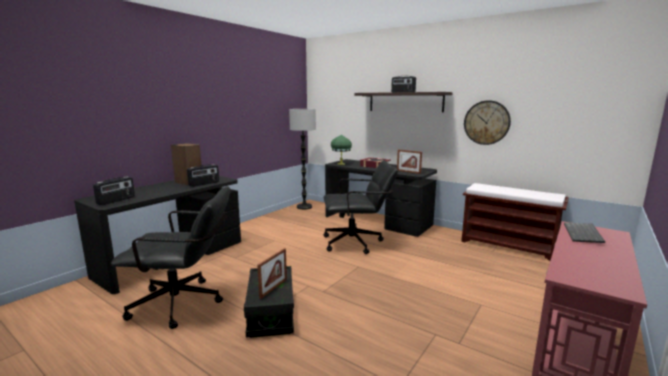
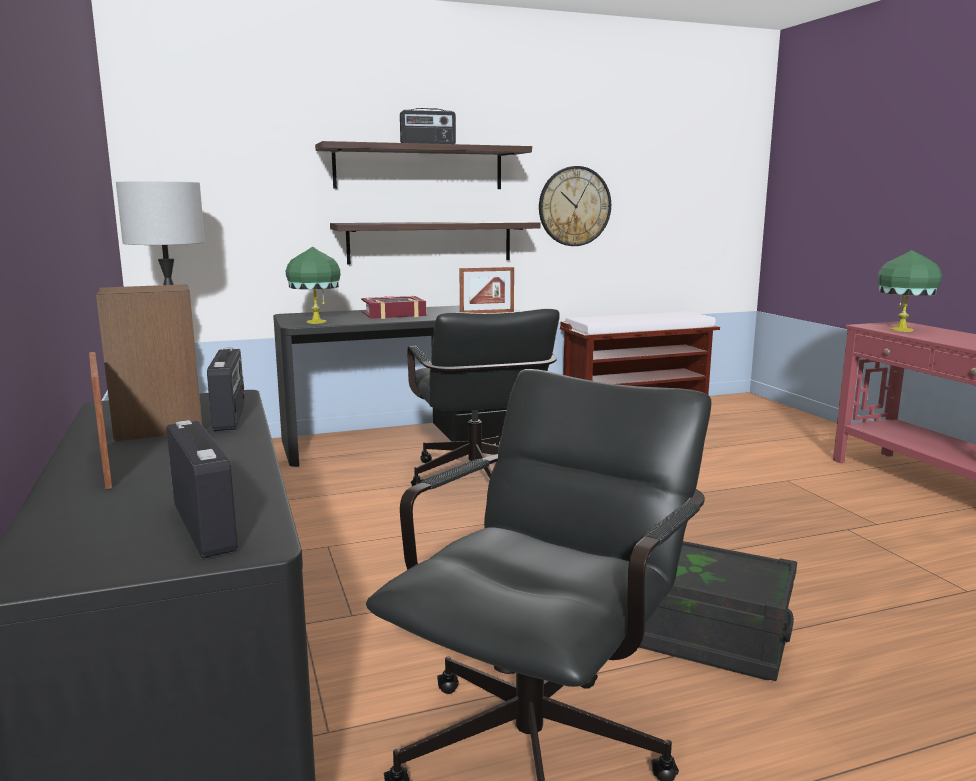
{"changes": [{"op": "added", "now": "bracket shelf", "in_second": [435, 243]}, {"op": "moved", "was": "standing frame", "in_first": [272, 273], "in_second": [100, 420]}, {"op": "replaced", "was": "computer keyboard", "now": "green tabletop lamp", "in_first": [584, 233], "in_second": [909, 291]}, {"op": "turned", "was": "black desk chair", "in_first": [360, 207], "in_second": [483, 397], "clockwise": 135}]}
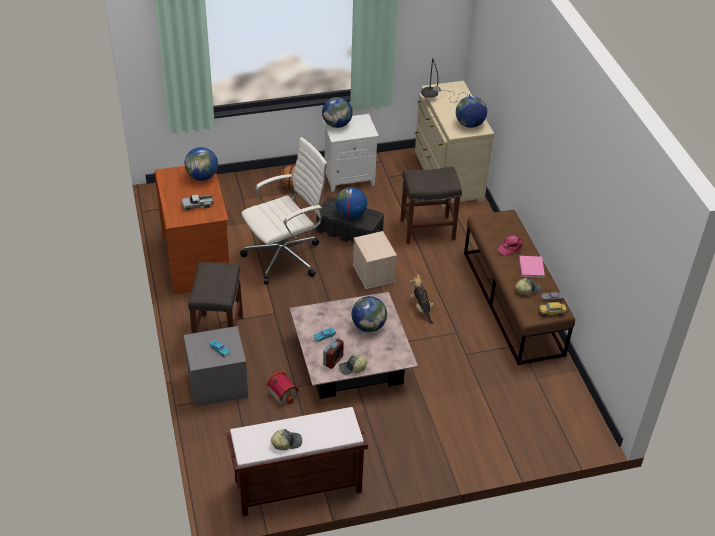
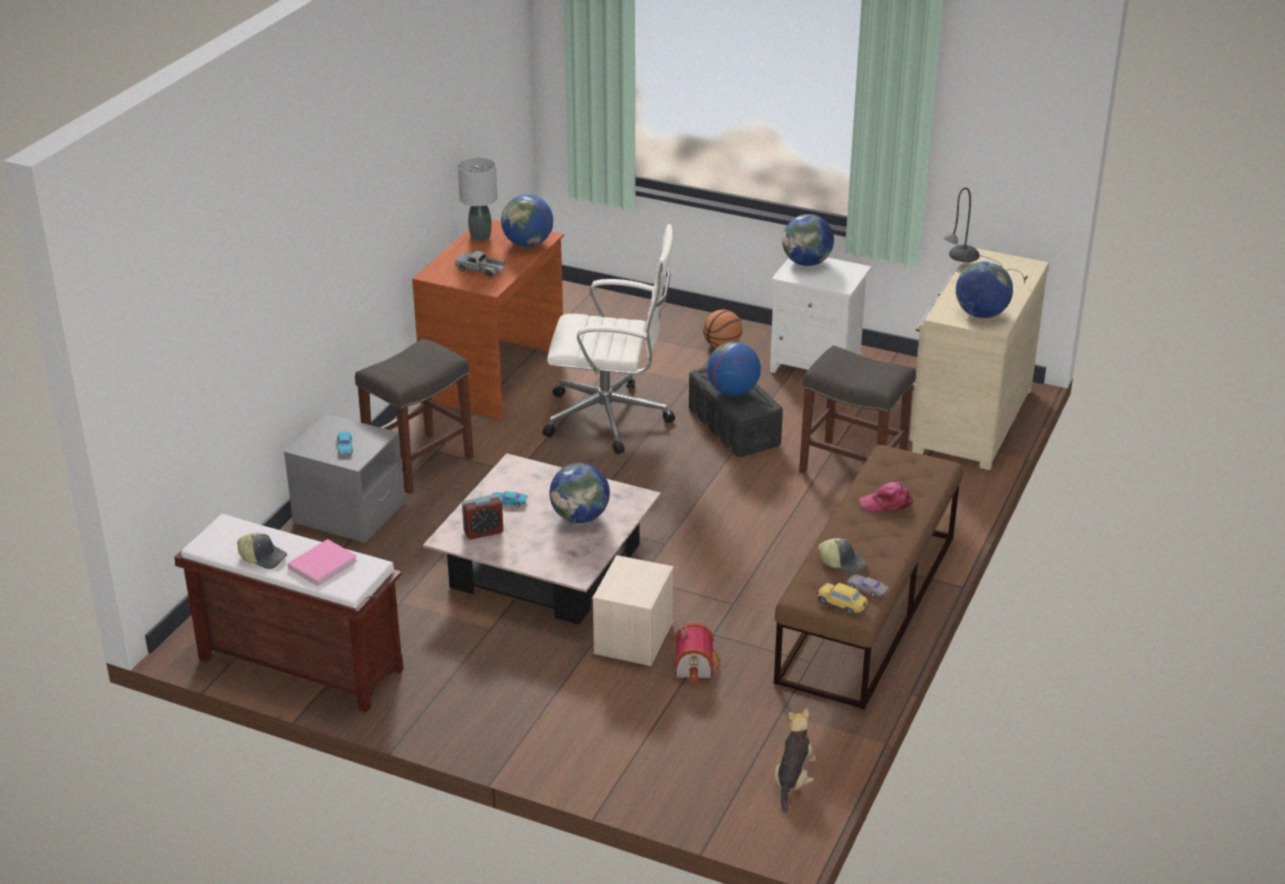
{"changes": [{"op": "removed", "was": "peaked cap", "in_first": [353, 365]}, {"op": "added", "now": "greyish tabletop lamp", "in_second": [477, 199]}, {"op": "moved", "was": "toy house", "in_first": [283, 388], "in_second": [697, 653]}, {"op": "moved", "was": "beige-coloured storage box", "in_first": [375, 260], "in_second": [633, 610]}, {"op": "moved", "was": "cuddly toy", "in_first": [422, 299], "in_second": [795, 761]}, {"op": "moved", "was": "pink-coloured book", "in_first": [532, 267], "in_second": [322, 562]}]}
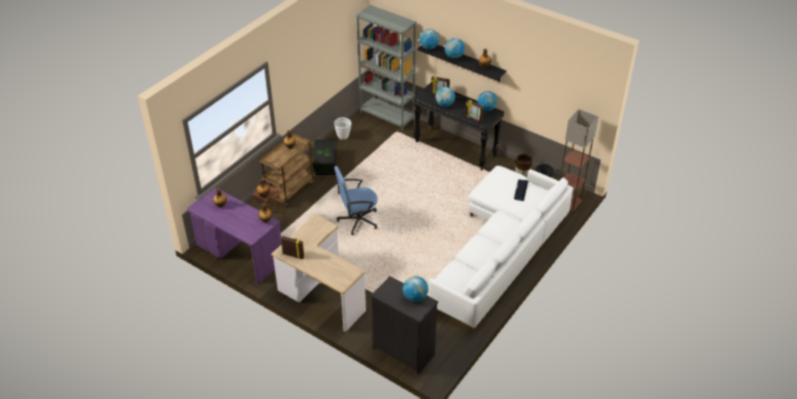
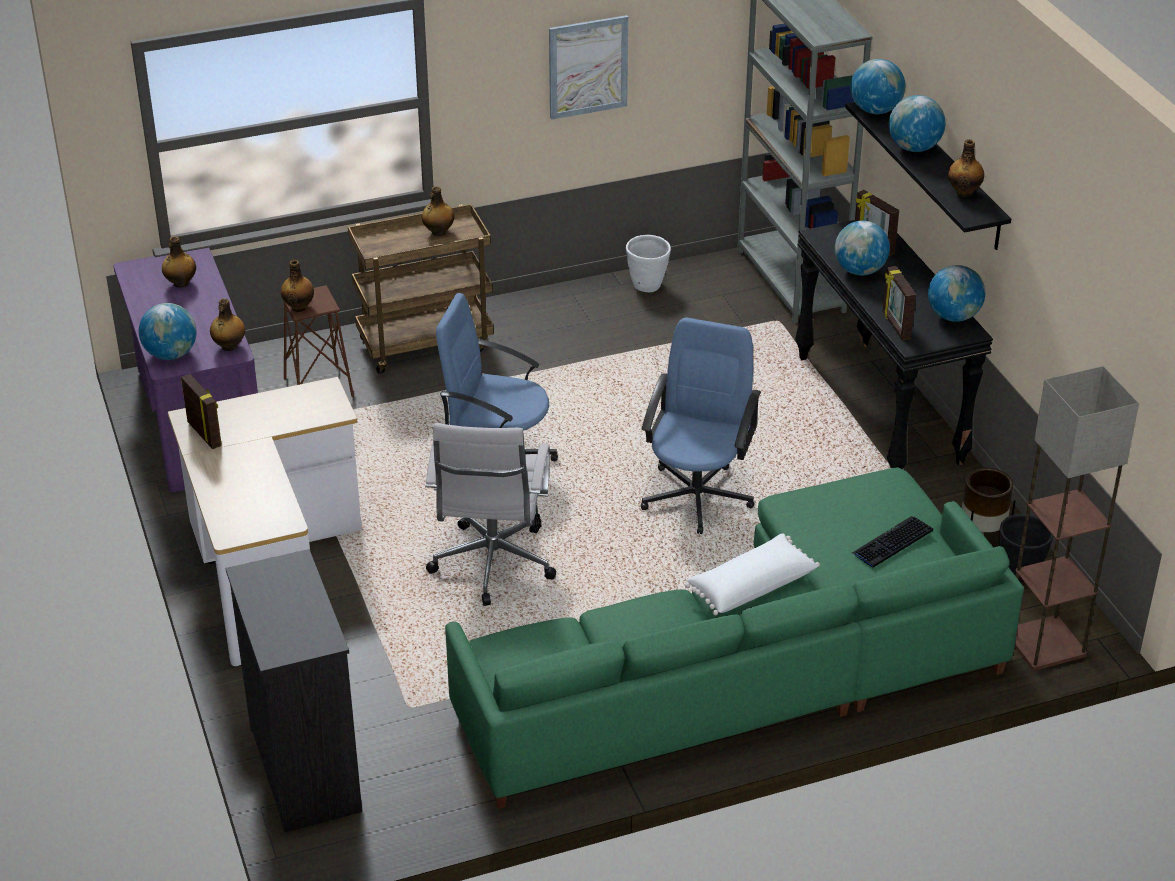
{"changes": [{"op": "removed", "was": "black storage box", "in_first": [325, 157]}, {"op": "added", "now": "white-coloured desk chair", "in_second": [490, 514]}, {"op": "added", "now": "wall art", "in_second": [588, 67]}, {"op": "added", "now": "blue-coloured desk chair", "in_second": [701, 426]}, {"op": "added", "now": "white-coloured cushion", "in_second": [752, 574]}, {"op": "moved", "was": "globe", "in_first": [415, 289], "in_second": [168, 331]}, {"op": "recoloured", "was": "white-coloured settee", "now": "green settee", "in_first": [501, 249], "in_second": [734, 638]}]}
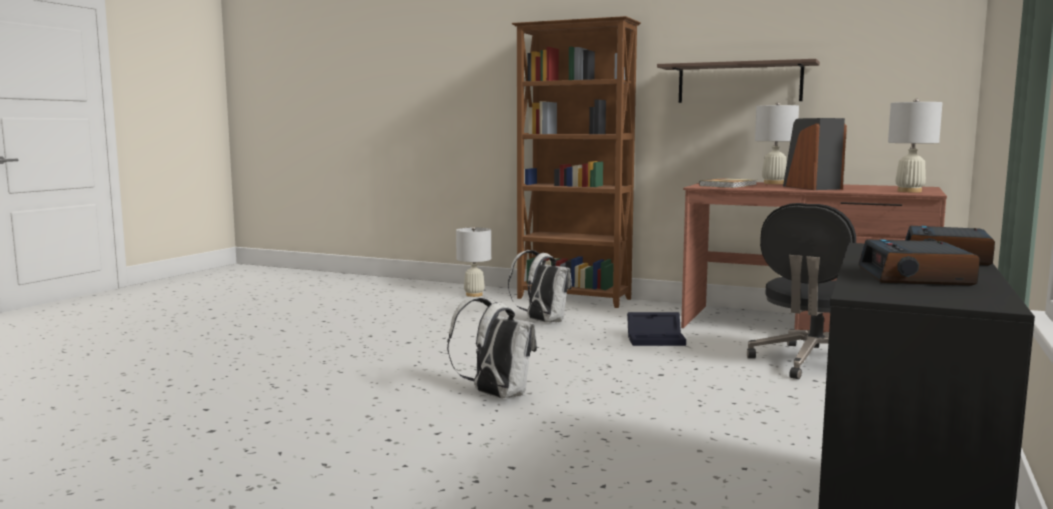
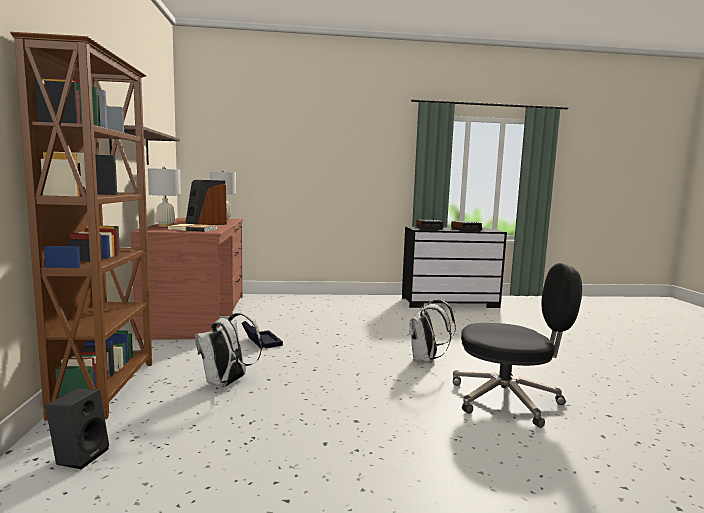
{"changes": [{"op": "moved", "was": "black desk chair", "in_first": [801, 291], "in_second": [517, 345]}, {"op": "replaced", "was": "white-coloured tabletop lamp", "now": "black audio speaker", "in_first": [473, 262], "in_second": [77, 429]}]}
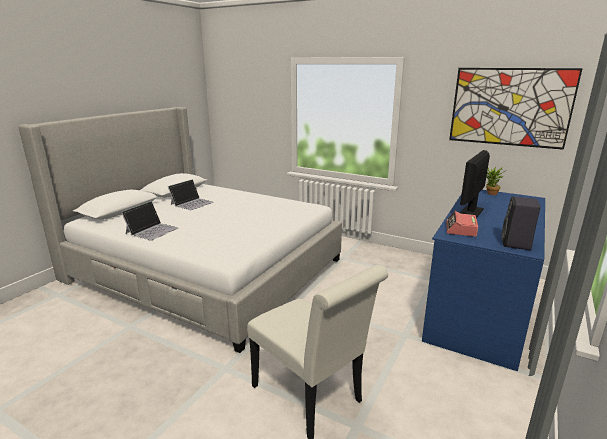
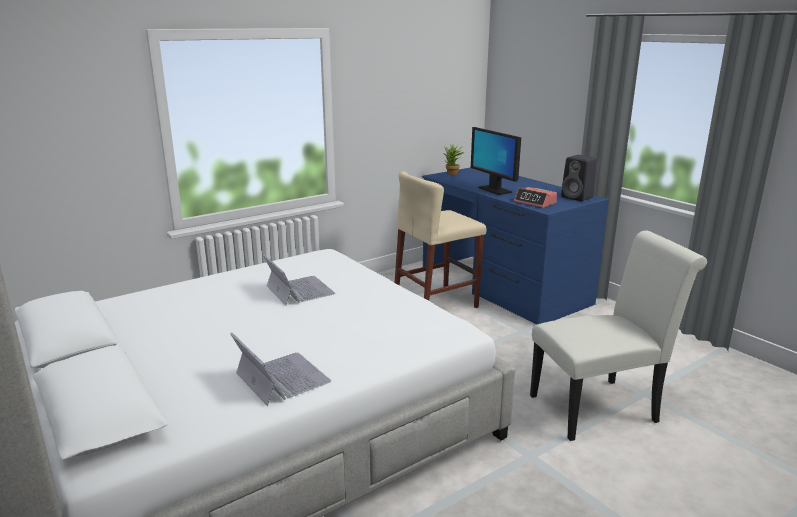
{"changes": [{"op": "removed", "was": "wall art", "in_first": [516, 109]}, {"op": "added", "now": "beige-coloured sitting stool", "in_second": [440, 239]}, {"op": "moved", "was": "notebook computer", "in_first": [191, 194], "in_second": [299, 279]}]}
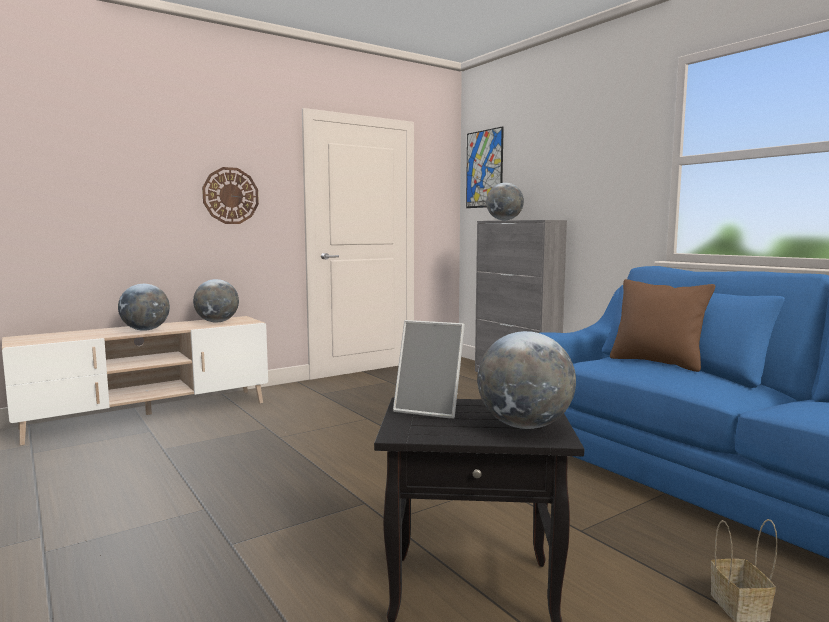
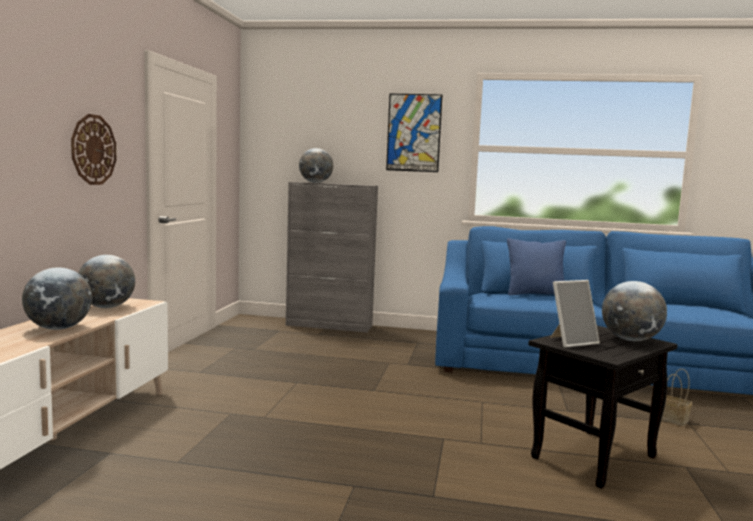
{"changes": [{"op": "moved", "was": "wall art", "in_first": [485, 167], "in_second": [414, 133]}, {"op": "recoloured", "was": "brown-coloured cushion", "now": "blue-coloured cushion", "in_first": [662, 325], "in_second": [536, 266]}]}
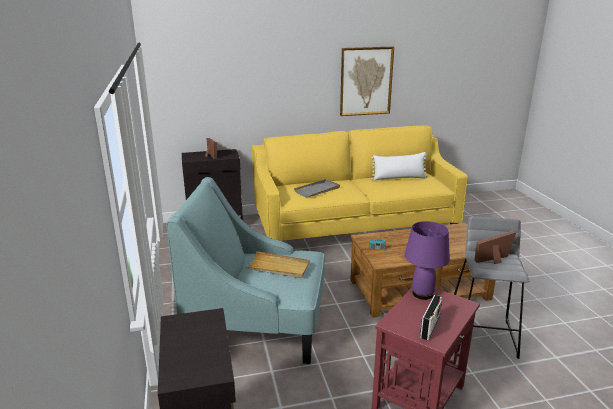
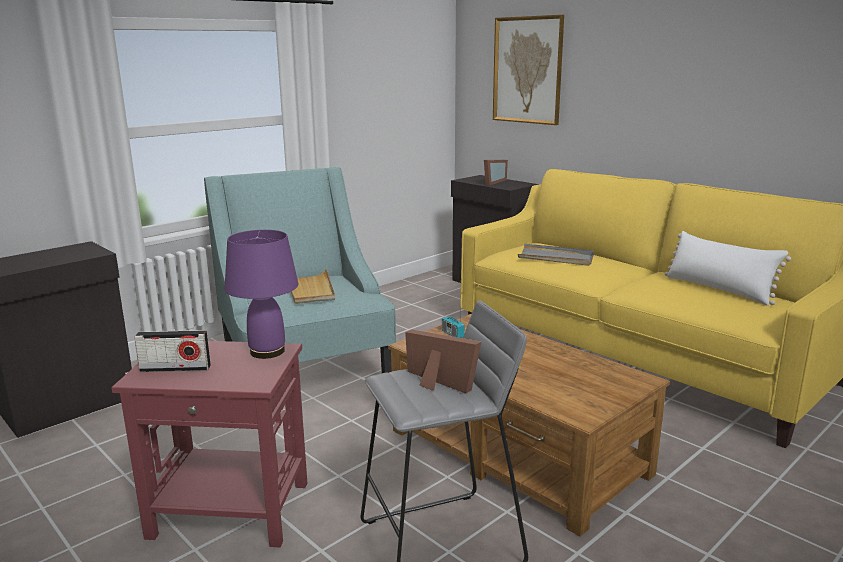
{"changes": [{"op": "moved", "was": "wall art", "in_first": [367, 81], "in_second": [528, 70]}]}
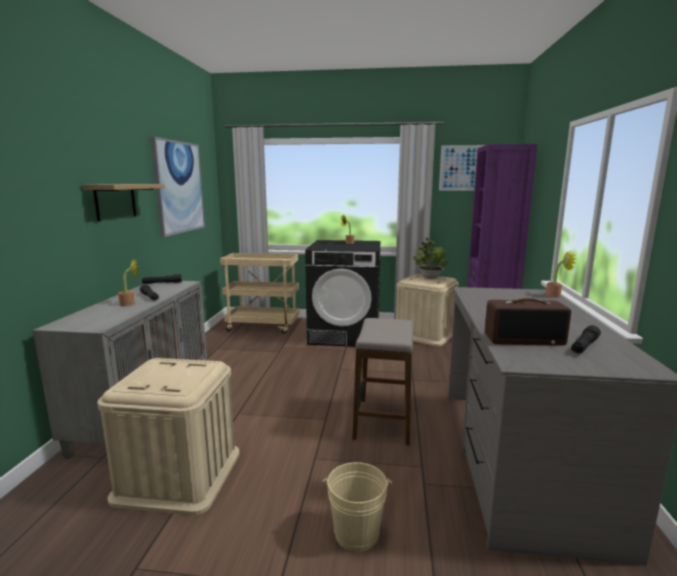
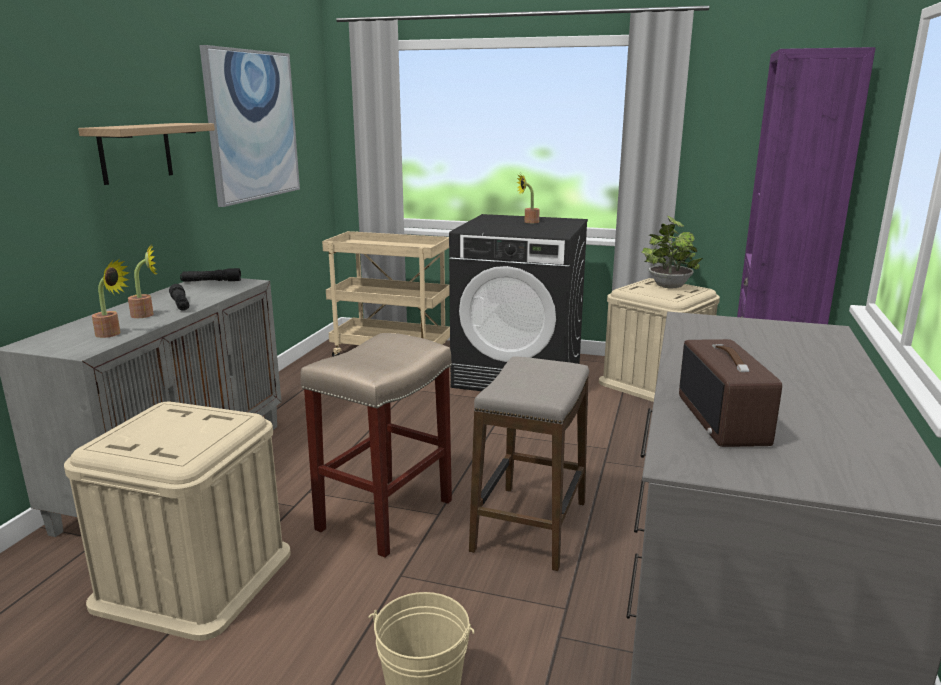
{"changes": [{"op": "removed", "was": "wall art", "in_first": [462, 168]}, {"op": "removed", "was": "black hand torch", "in_first": [586, 339]}, {"op": "added", "now": "beige-coloured sitting stool", "in_second": [376, 445]}, {"op": "moved", "was": "plant in a pot", "in_first": [561, 274], "in_second": [111, 298]}, {"op": "turned", "was": "radio", "in_first": [528, 322], "in_second": [730, 393], "clockwise": 75}]}
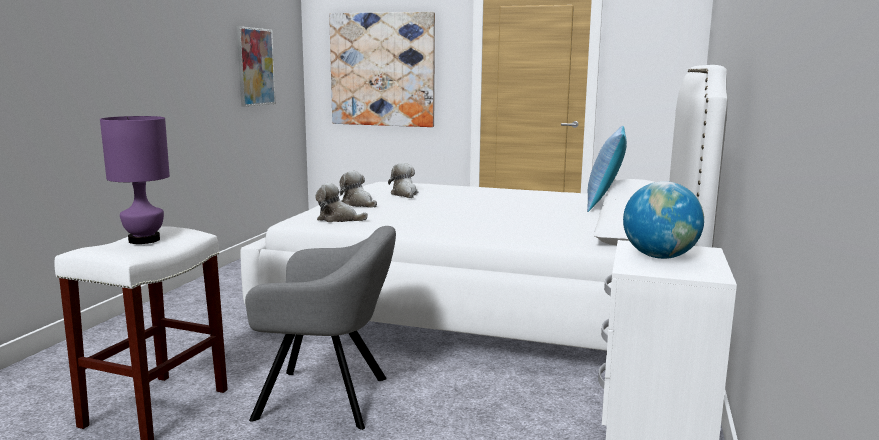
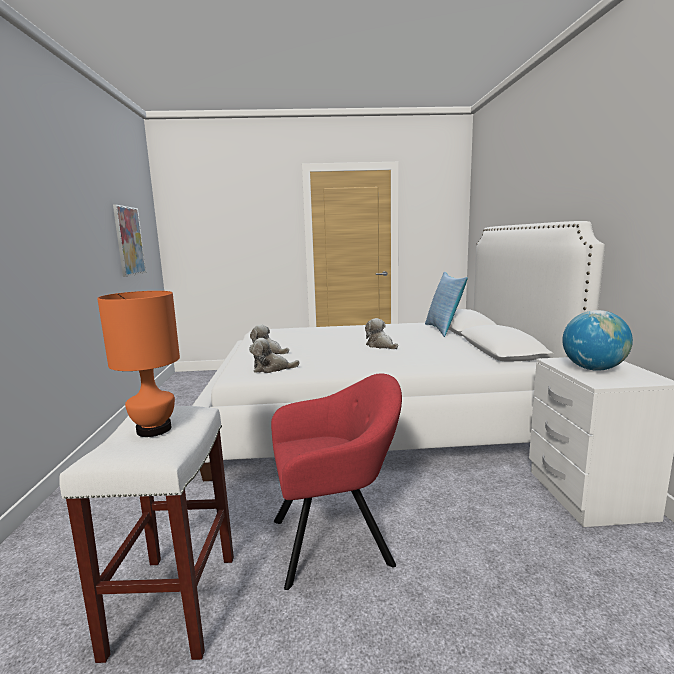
{"changes": [{"op": "removed", "was": "wall art", "in_first": [382, 69]}, {"op": "moved", "was": "cuddly toy", "in_first": [403, 180], "in_second": [381, 333]}, {"op": "recoloured", "was": "purple tabletop lamp", "now": "orange tabletop lamp", "in_first": [135, 180], "in_second": [138, 364]}, {"op": "recoloured", "was": "greyish lounge chair", "now": "red-coloured lounge chair", "in_first": [320, 328], "in_second": [336, 481]}]}
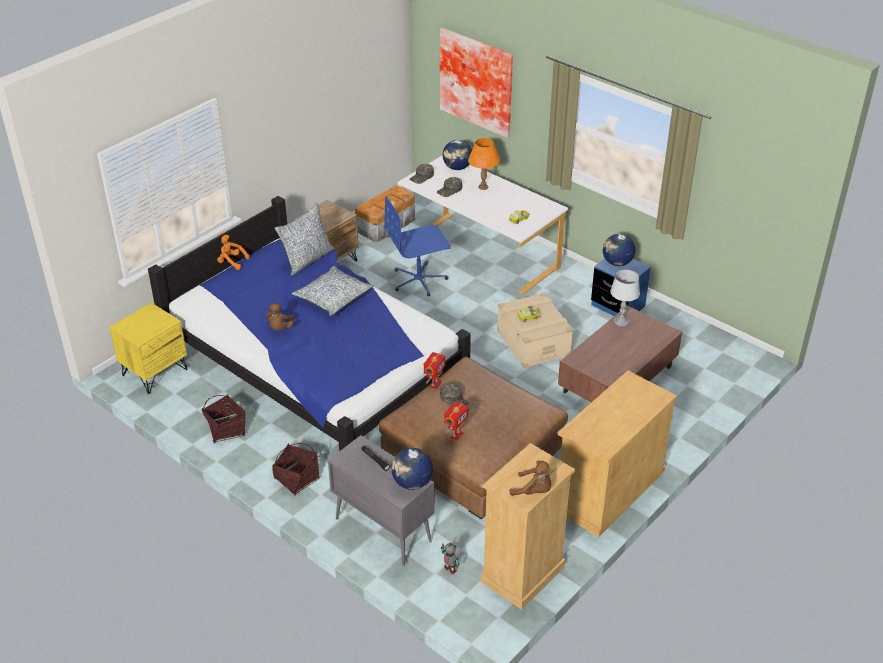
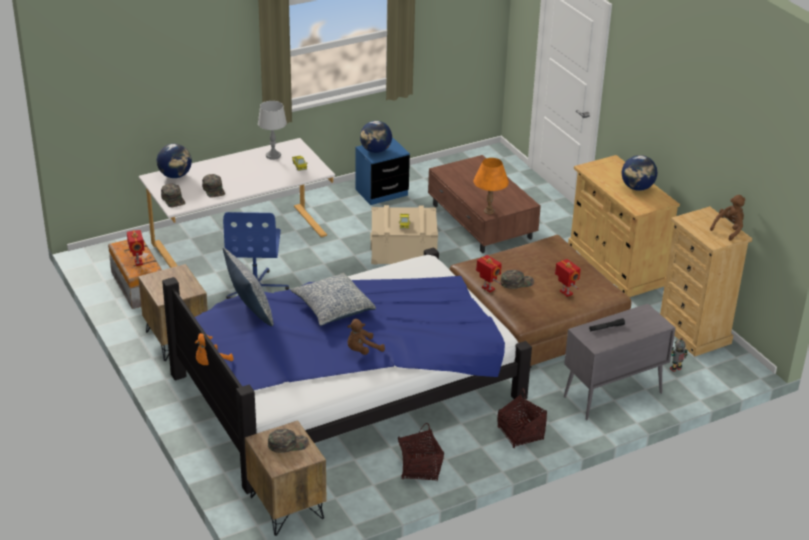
{"changes": [{"op": "removed", "was": "wall art", "in_first": [476, 83]}, {"op": "added", "now": "toy robot", "in_second": [135, 248]}, {"op": "added", "now": "green peaked cap", "in_second": [288, 441]}, {"op": "moved", "was": "globe", "in_first": [412, 469], "in_second": [639, 173]}, {"op": "moved", "was": "orange tabletop lamp", "in_first": [484, 164], "in_second": [491, 186]}, {"op": "moved", "was": "greyish tabletop lamp", "in_first": [625, 298], "in_second": [272, 130]}, {"op": "recoloured", "was": "yellow-coloured bedside table", "now": "brown-coloured bedside table", "in_first": [148, 348], "in_second": [285, 478]}, {"op": "turned", "was": "brown-coloured cuddly toy", "in_first": [280, 316], "in_second": [366, 337], "clockwise": 120}]}
